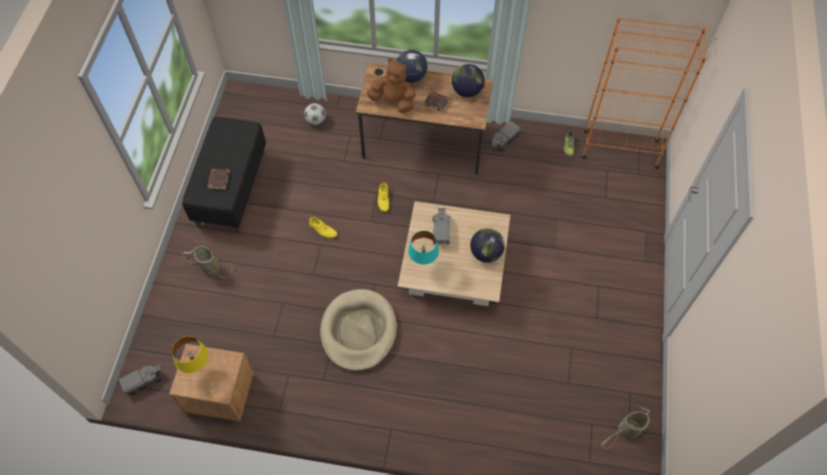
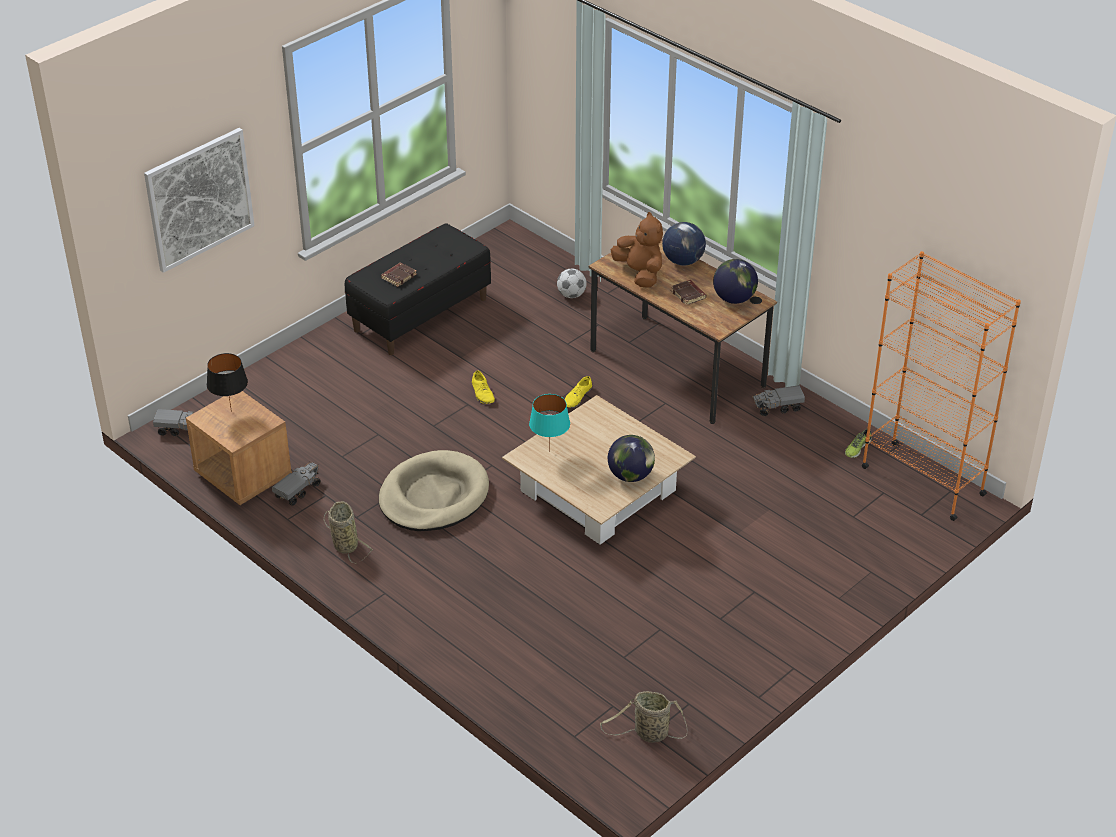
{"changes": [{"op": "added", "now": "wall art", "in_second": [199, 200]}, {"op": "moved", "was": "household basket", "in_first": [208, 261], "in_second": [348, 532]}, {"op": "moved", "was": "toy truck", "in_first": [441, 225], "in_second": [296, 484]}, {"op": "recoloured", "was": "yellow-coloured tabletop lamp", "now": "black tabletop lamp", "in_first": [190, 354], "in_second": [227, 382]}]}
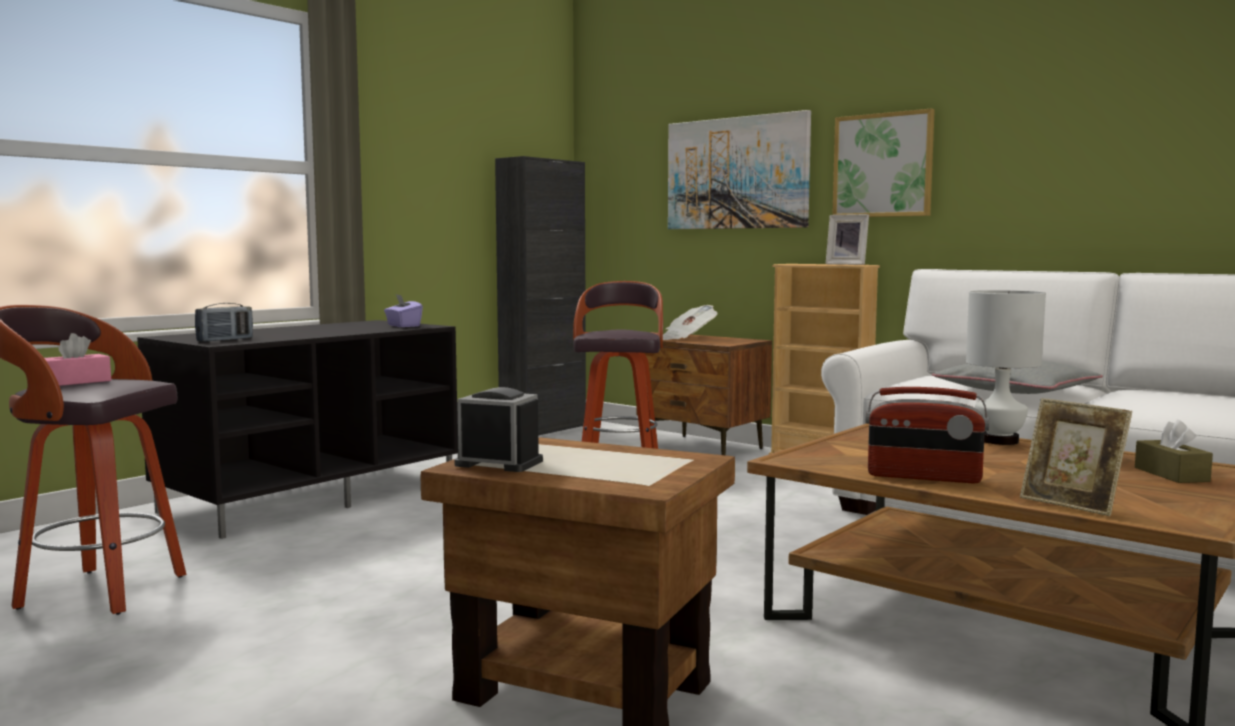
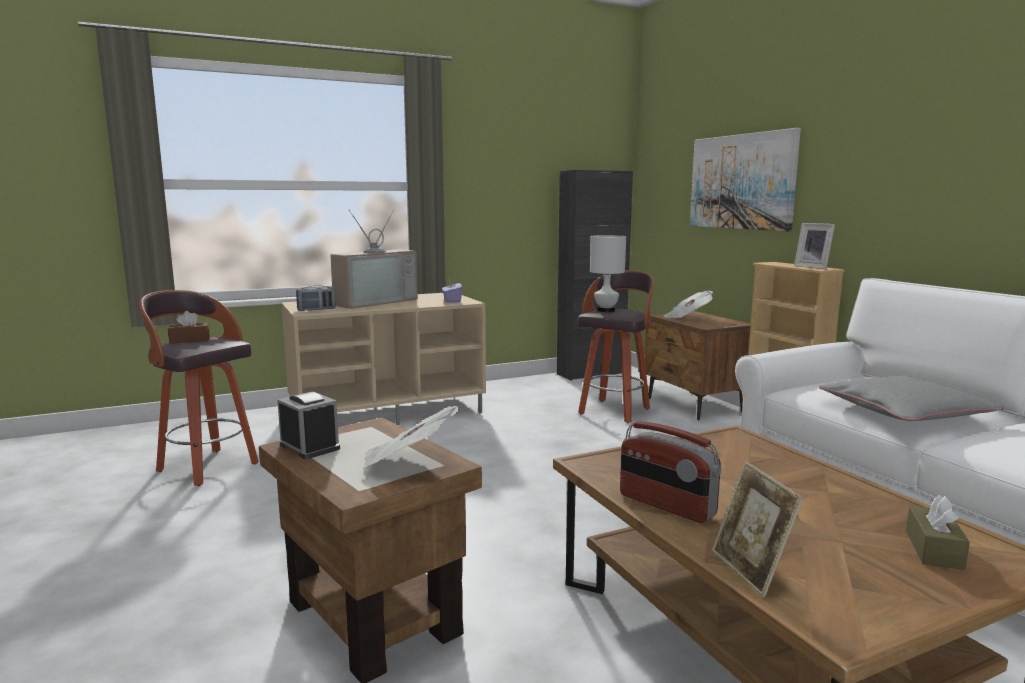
{"changes": [{"op": "removed", "was": "wall art", "in_first": [883, 162]}, {"op": "added", "now": "television", "in_second": [374, 259]}, {"op": "added", "now": "newspaper", "in_second": [411, 437]}, {"op": "moved", "was": "white-coloured tabletop lamp", "in_first": [1006, 367], "in_second": [608, 273]}, {"op": "recoloured", "was": "pink-coloured box of tissues", "now": "brown-coloured box of tissues", "in_first": [78, 359], "in_second": [189, 327]}, {"op": "recoloured", "was": "black tv unit", "now": "beige-coloured tv unit", "in_first": [297, 429], "in_second": [383, 359]}]}
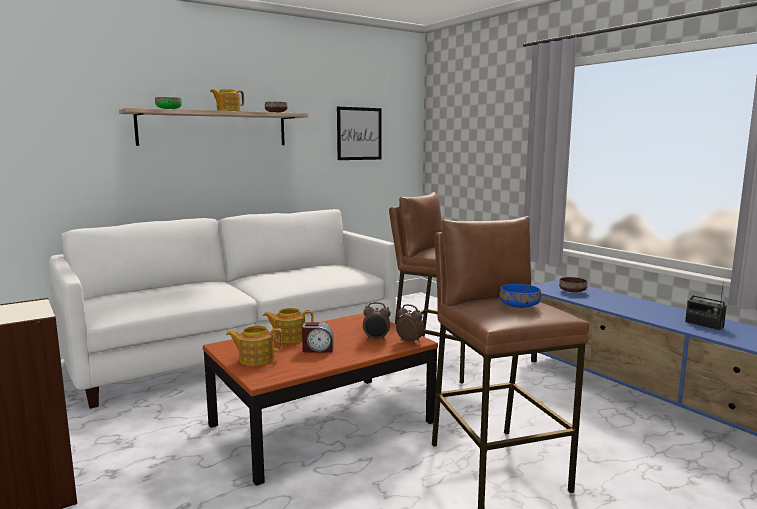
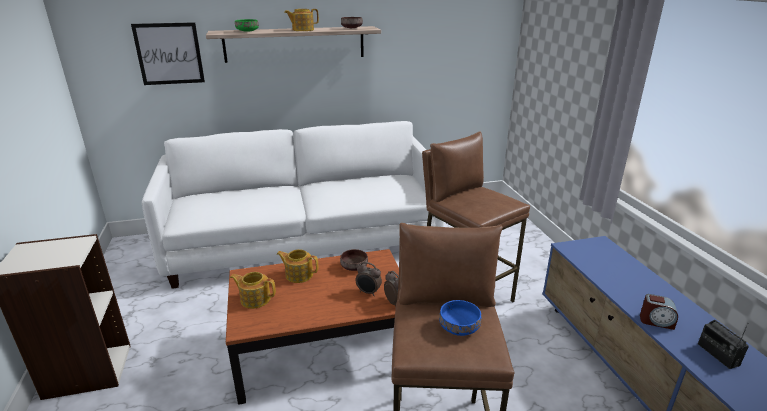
{"changes": [{"op": "moved", "was": "alarm clock", "in_first": [318, 337], "in_second": [659, 312]}, {"op": "moved", "was": "wall art", "in_first": [359, 133], "in_second": [168, 53]}, {"op": "moved", "was": "brown-coloured deep dish", "in_first": [573, 285], "in_second": [354, 260]}]}
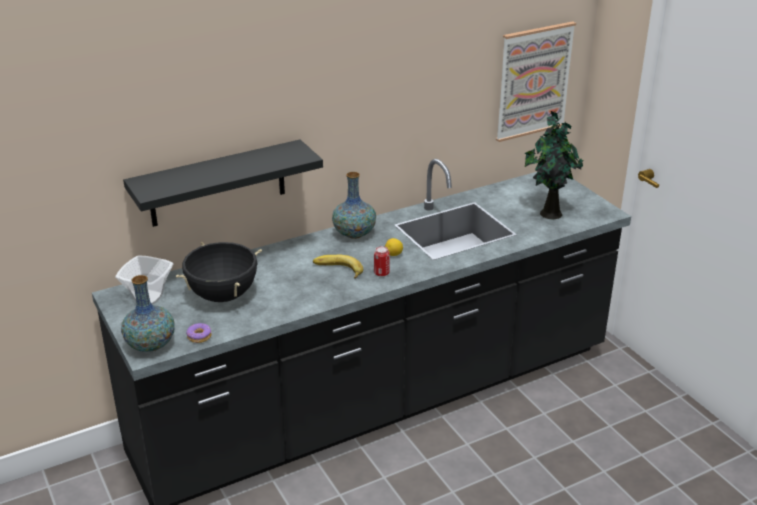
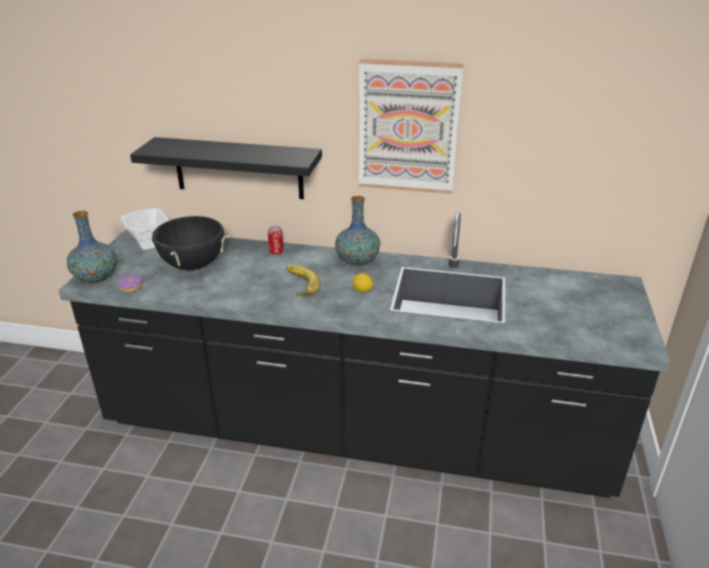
{"changes": [{"op": "removed", "was": "plant in a pot", "in_first": [554, 165]}, {"op": "moved", "was": "metal can", "in_first": [382, 261], "in_second": [276, 240]}, {"op": "moved", "was": "wall art", "in_first": [536, 81], "in_second": [411, 126]}]}
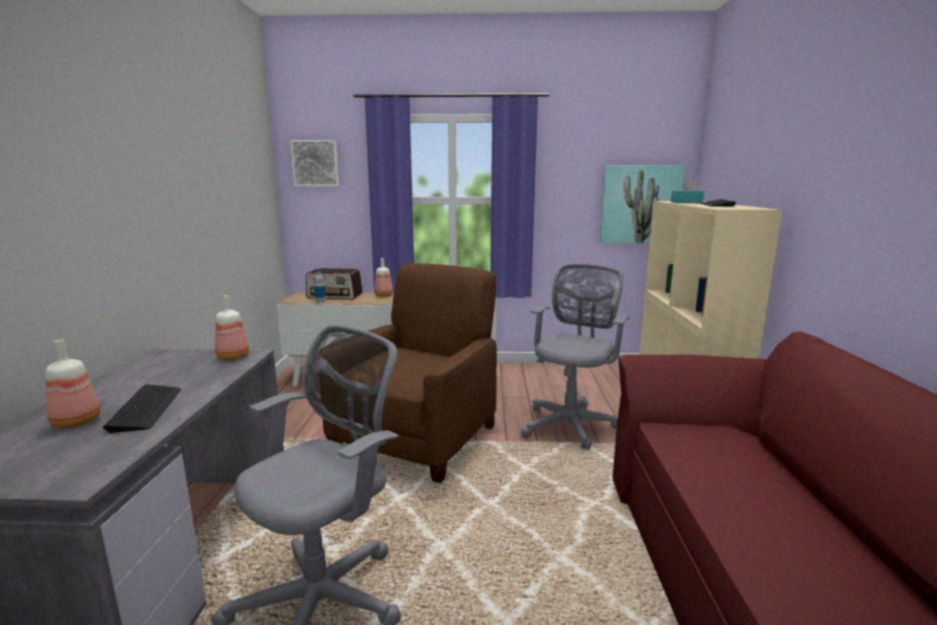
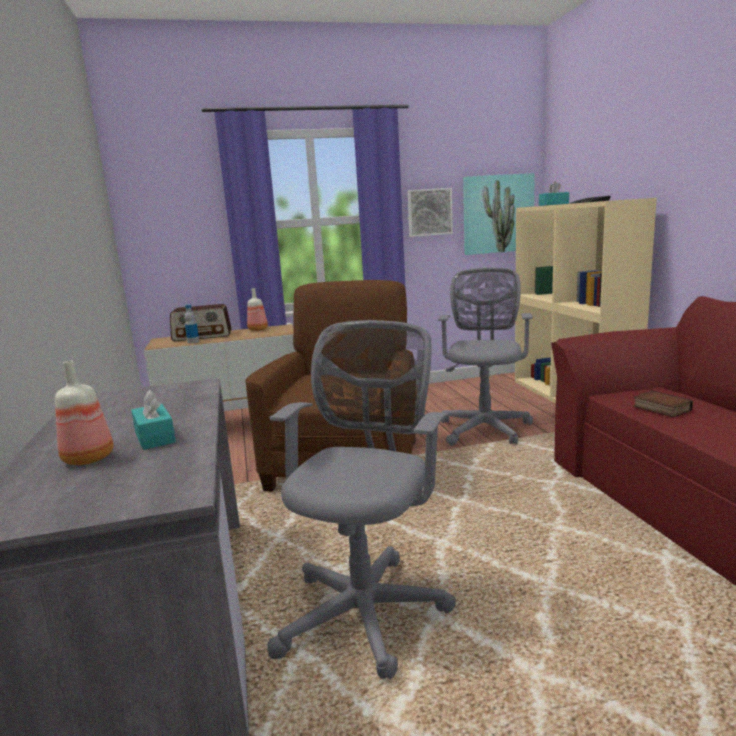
{"changes": [{"op": "removed", "was": "drink bottle", "in_first": [232, 327]}, {"op": "added", "now": "book", "in_second": [663, 404]}, {"op": "moved", "was": "wall art", "in_first": [314, 163], "in_second": [430, 212]}, {"op": "replaced", "was": "computer keyboard", "now": "blue-green box of tissues", "in_first": [141, 408], "in_second": [153, 420]}]}
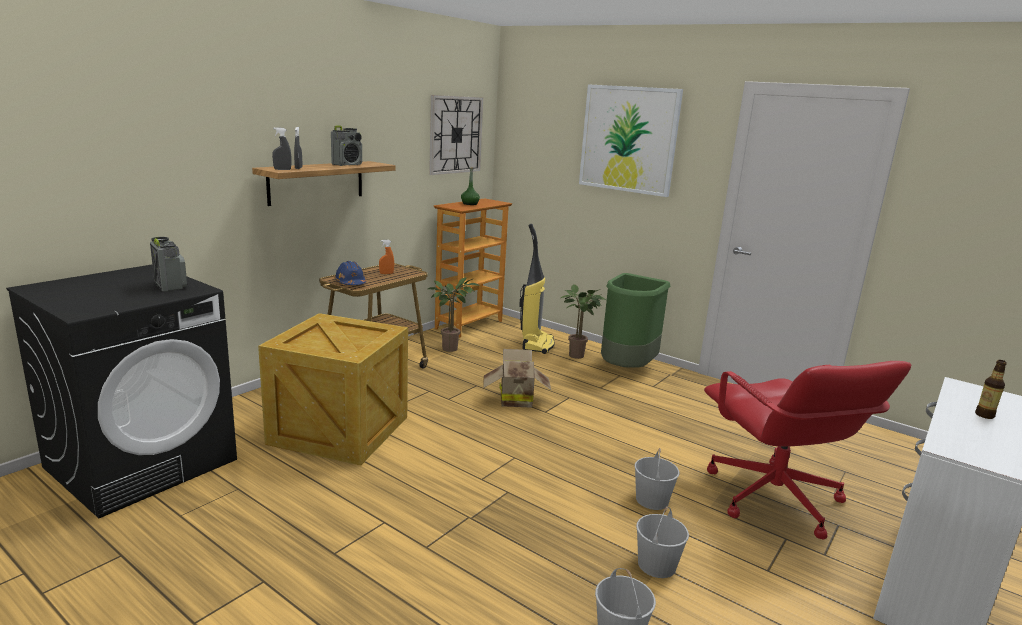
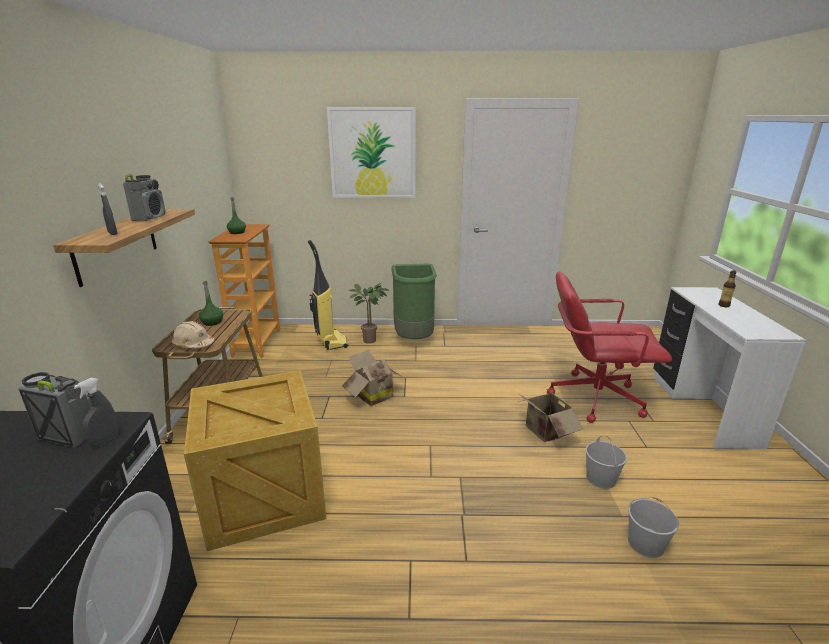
{"changes": [{"op": "removed", "was": "plant in a pot", "in_first": [454, 314]}, {"op": "removed", "was": "wall clock", "in_first": [456, 135]}, {"op": "moved", "was": "greyish sprayer", "in_first": [282, 148], "in_second": [96, 413]}, {"op": "replaced", "was": "orange sprayer", "now": "green drink bottle", "in_first": [386, 257], "in_second": [211, 303]}, {"op": "replaced", "was": "white-coloured bucket", "now": "carton", "in_first": [657, 479], "in_second": [550, 415]}, {"op": "recoloured", "was": "blue-coloured work helmet", "now": "beige-coloured work helmet", "in_first": [350, 273], "in_second": [193, 334]}, {"op": "turned", "was": "red-coloured desk chair", "in_first": [807, 450], "in_second": [609, 347], "clockwise": 150}]}
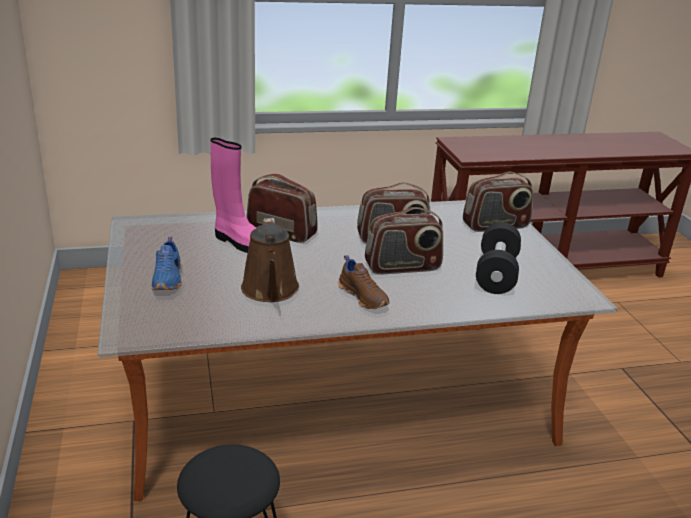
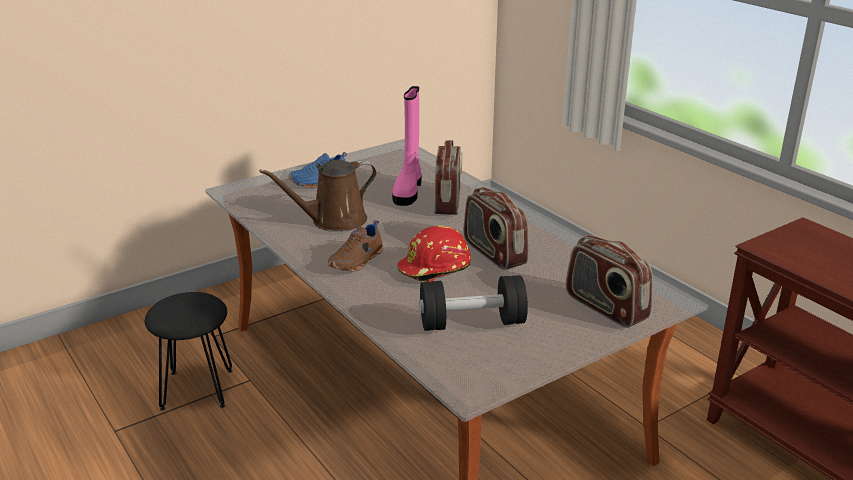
{"changes": [{"op": "replaced", "was": "radio", "now": "red-coloured work helmet", "in_first": [404, 240], "in_second": [434, 254]}]}
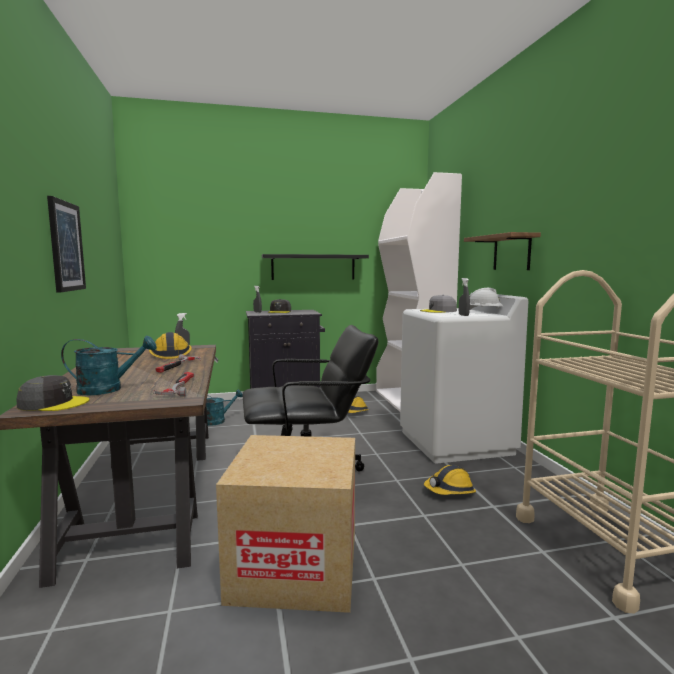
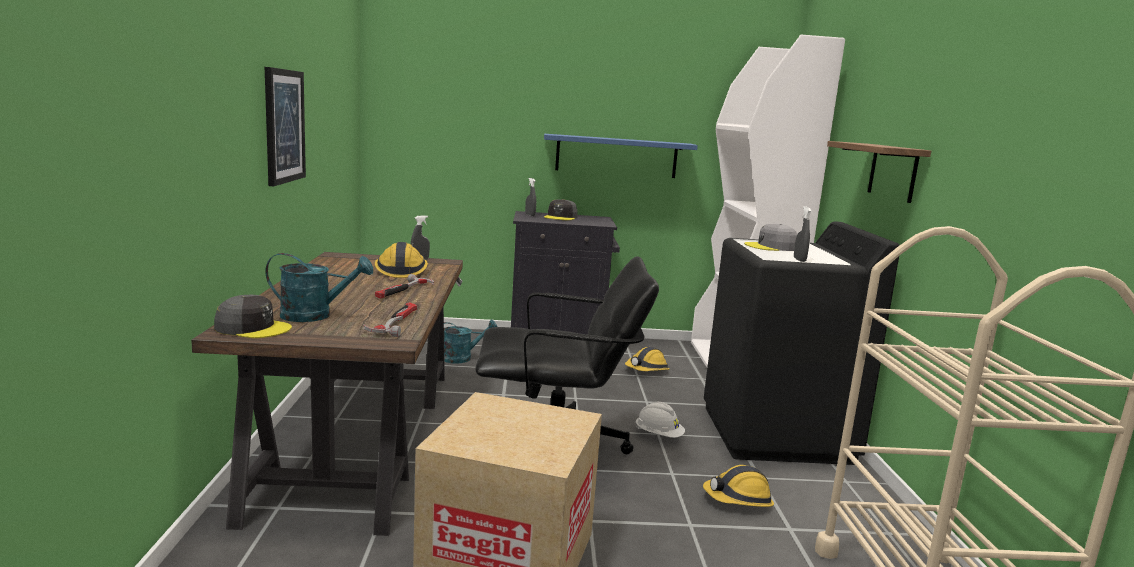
{"changes": [{"op": "moved", "was": "white-coloured work helmet", "in_first": [487, 299], "in_second": [660, 420]}, {"op": "recoloured", "was": "black bracket shelf", "now": "blue-coloured bracket shelf", "in_first": [315, 267], "in_second": [621, 156]}, {"op": "recoloured", "was": "white-coloured laundry machine", "now": "black laundry machine", "in_first": [464, 378], "in_second": [802, 343]}]}
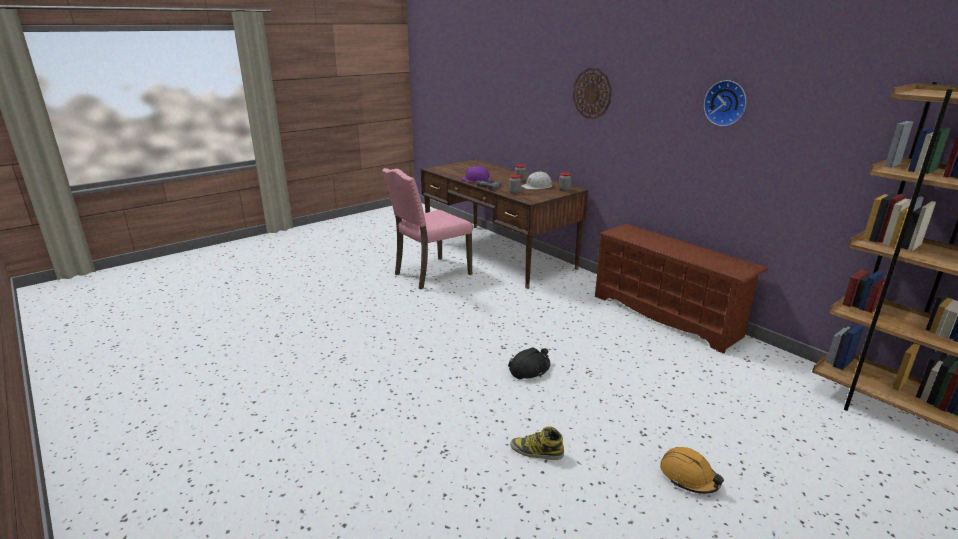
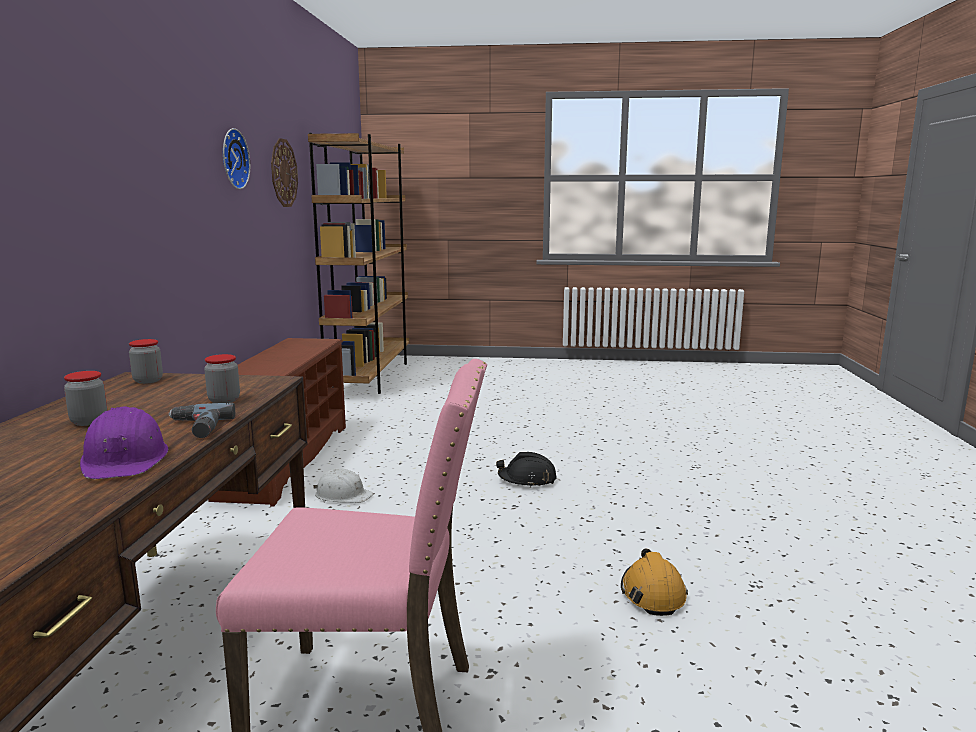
{"changes": [{"op": "removed", "was": "tall boot", "in_first": [537, 443]}, {"op": "moved", "was": "white-coloured work helmet", "in_first": [536, 180], "in_second": [343, 485]}, {"op": "moved", "was": "wall clock", "in_first": [592, 93], "in_second": [284, 172]}, {"op": "moved", "was": "orange work helmet", "in_first": [692, 470], "in_second": [654, 582]}]}
